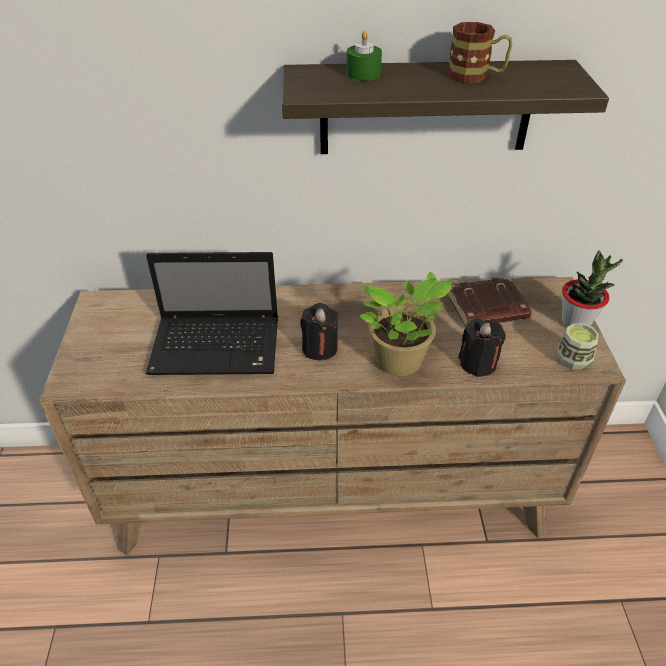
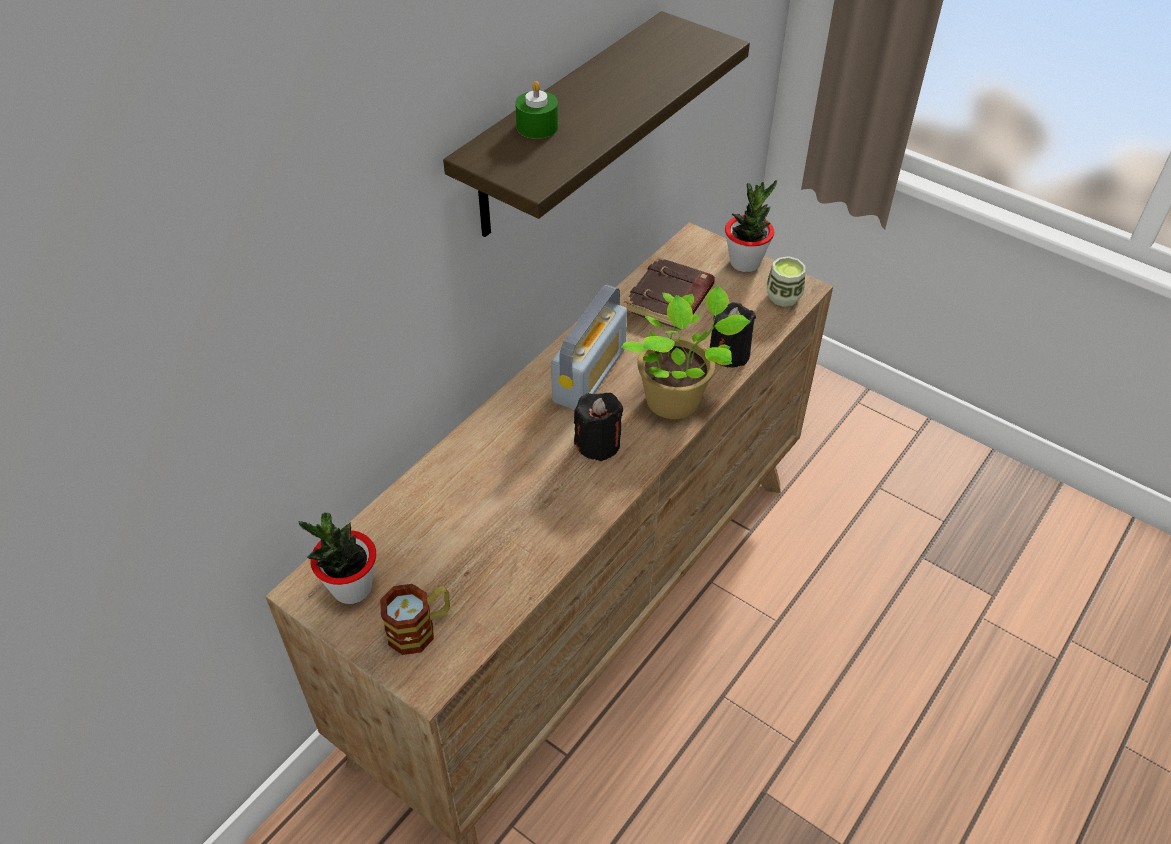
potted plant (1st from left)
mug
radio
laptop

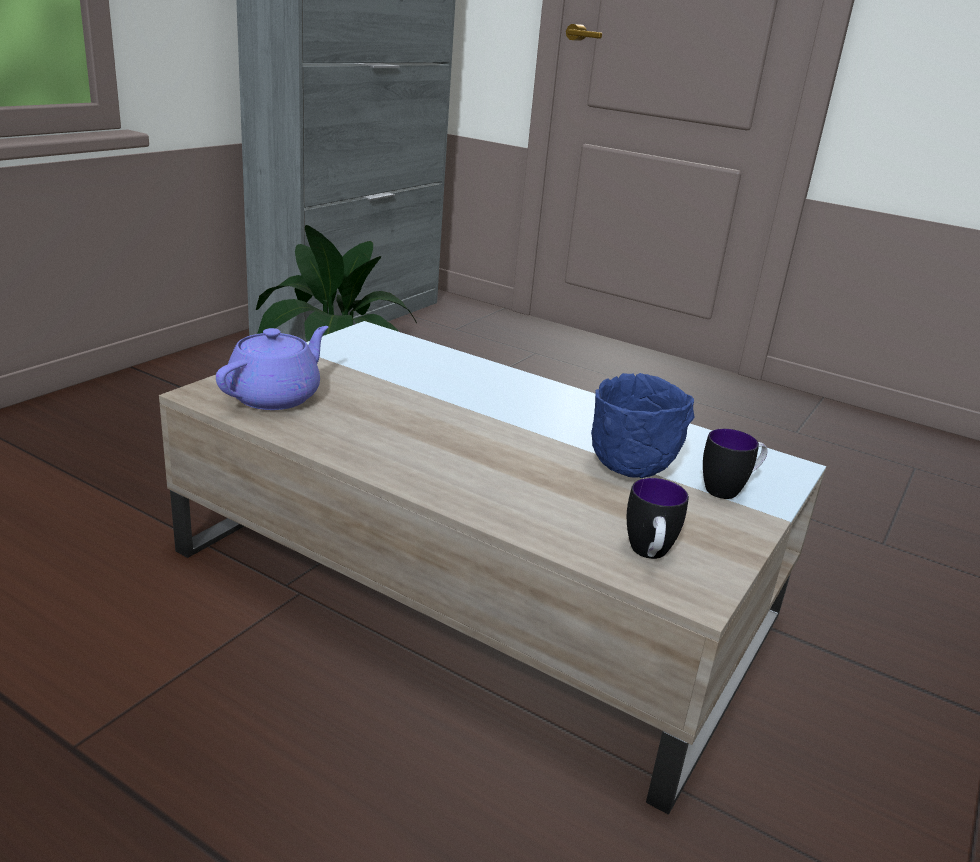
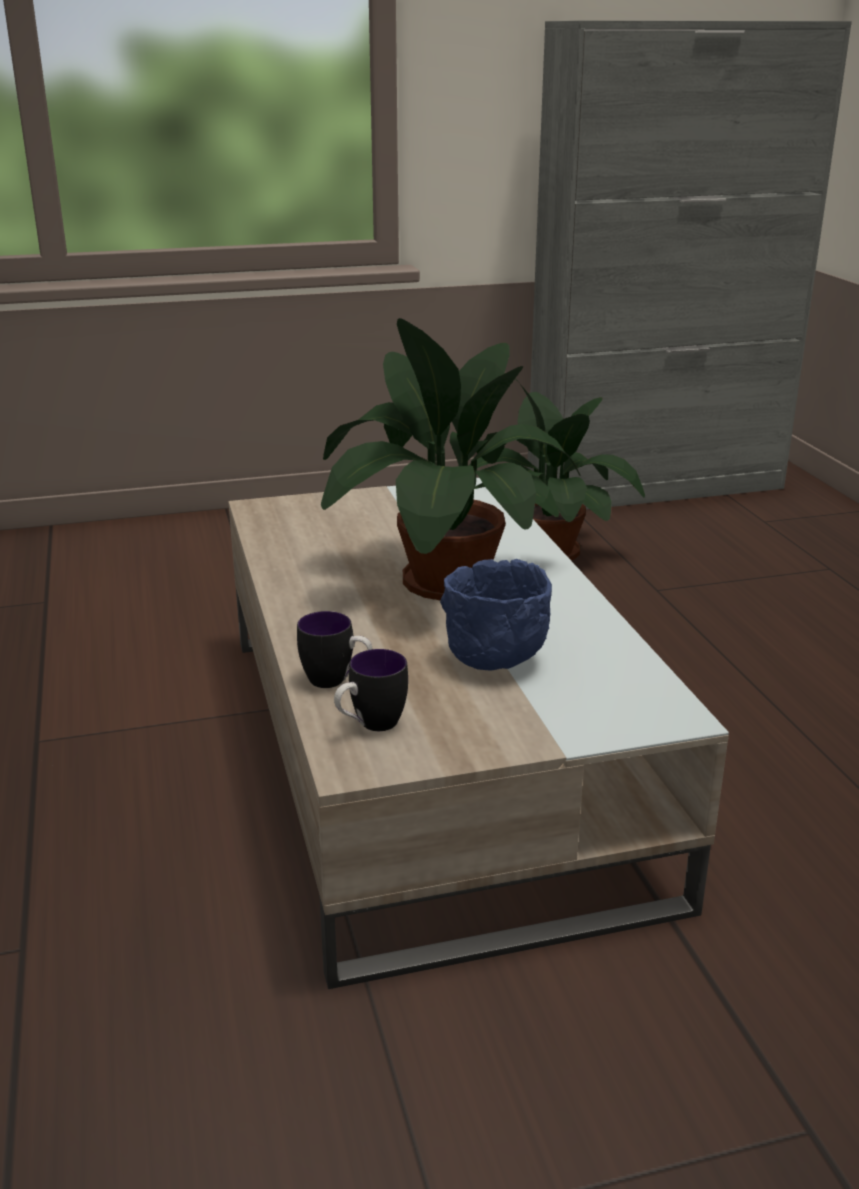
mug (1st from left)
potted plant (1st from left)
teapot (purple)

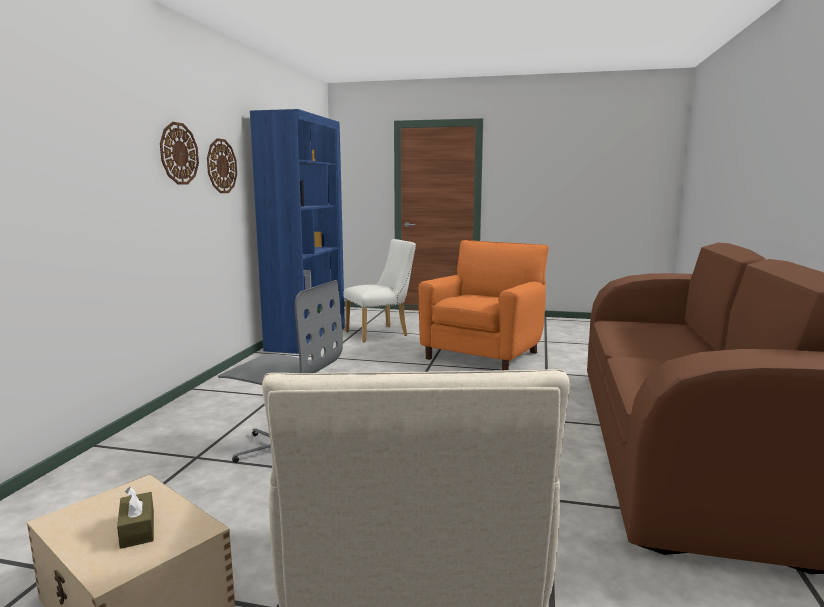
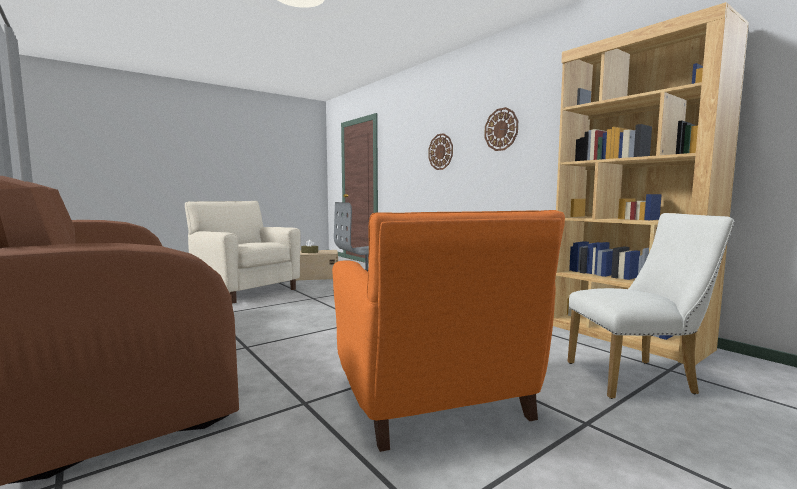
wall clock (1st from left)
bookcase (brown)
chair (white)

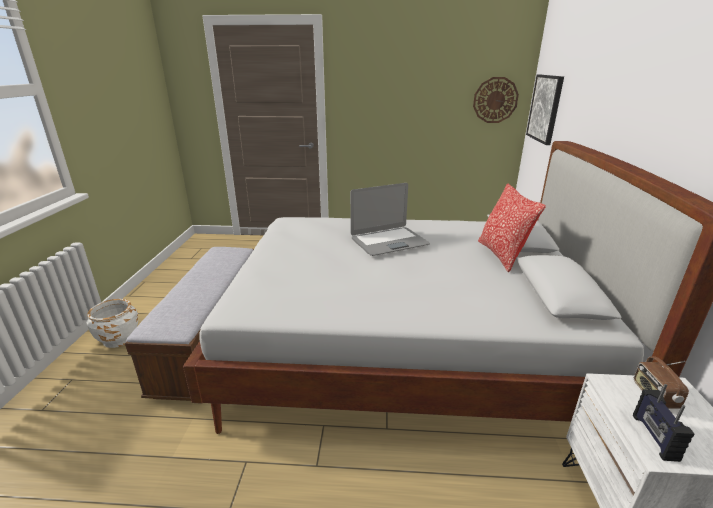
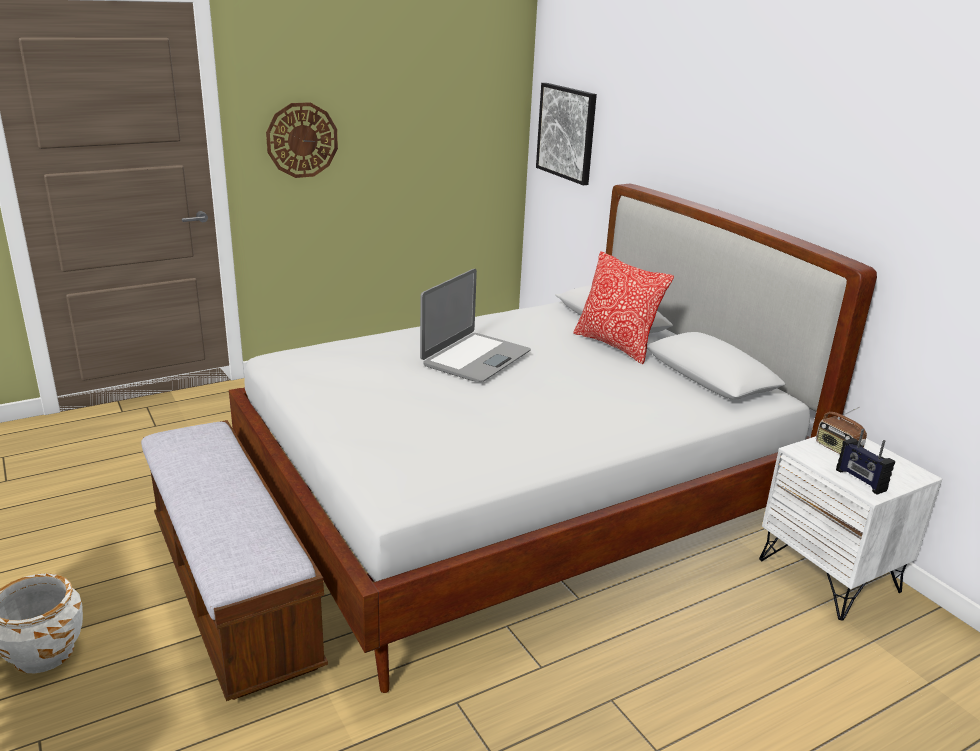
wall clock

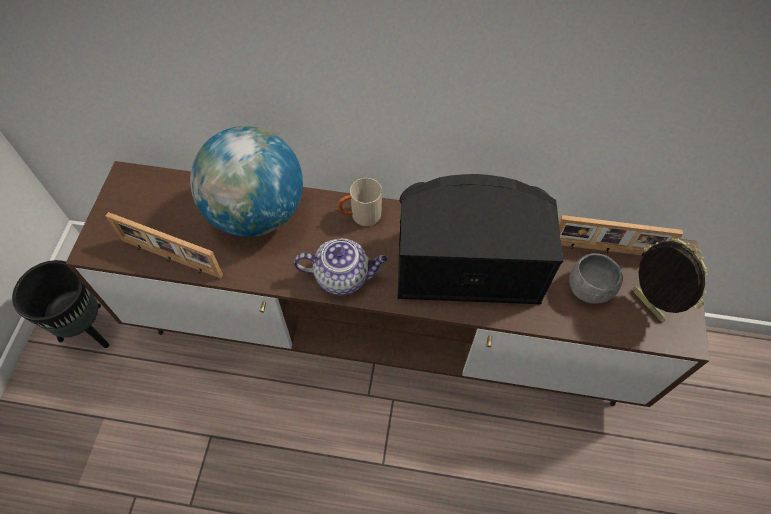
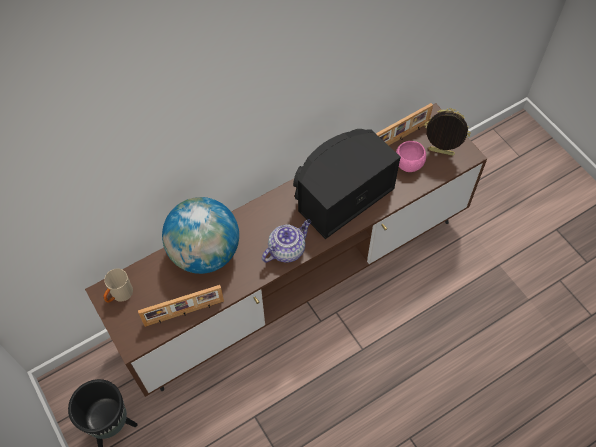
mug (beige)
bowl (pink)

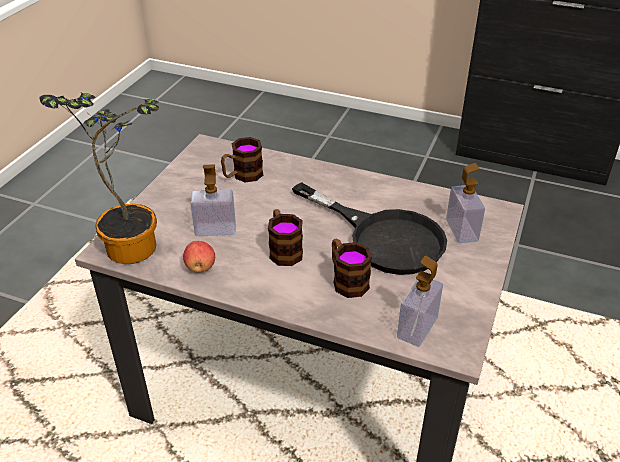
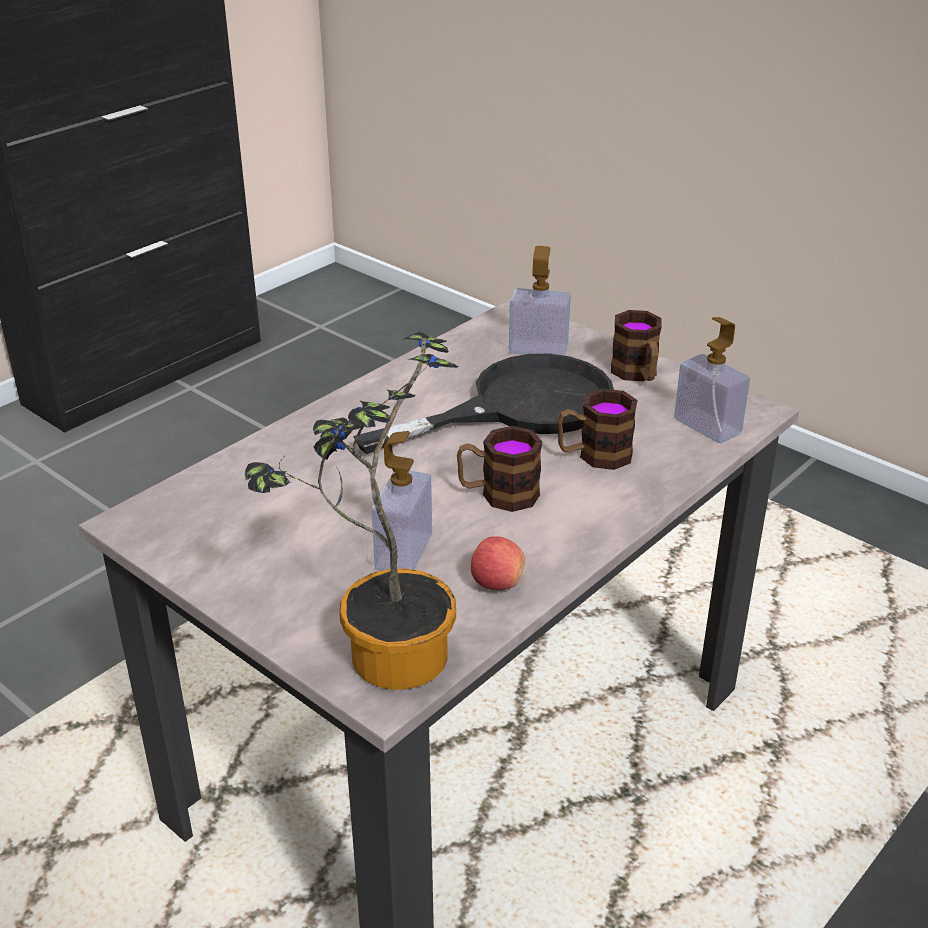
mug (3rd from left)

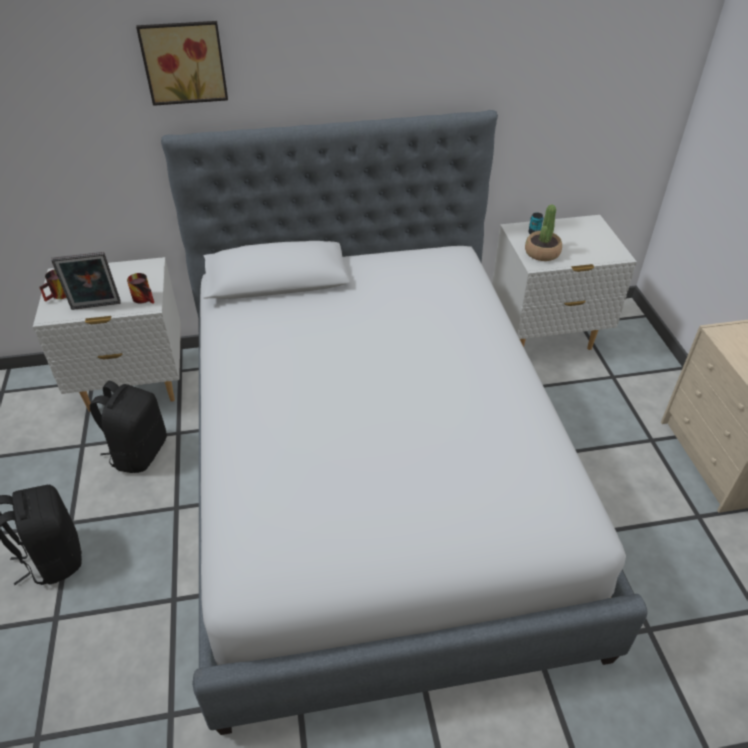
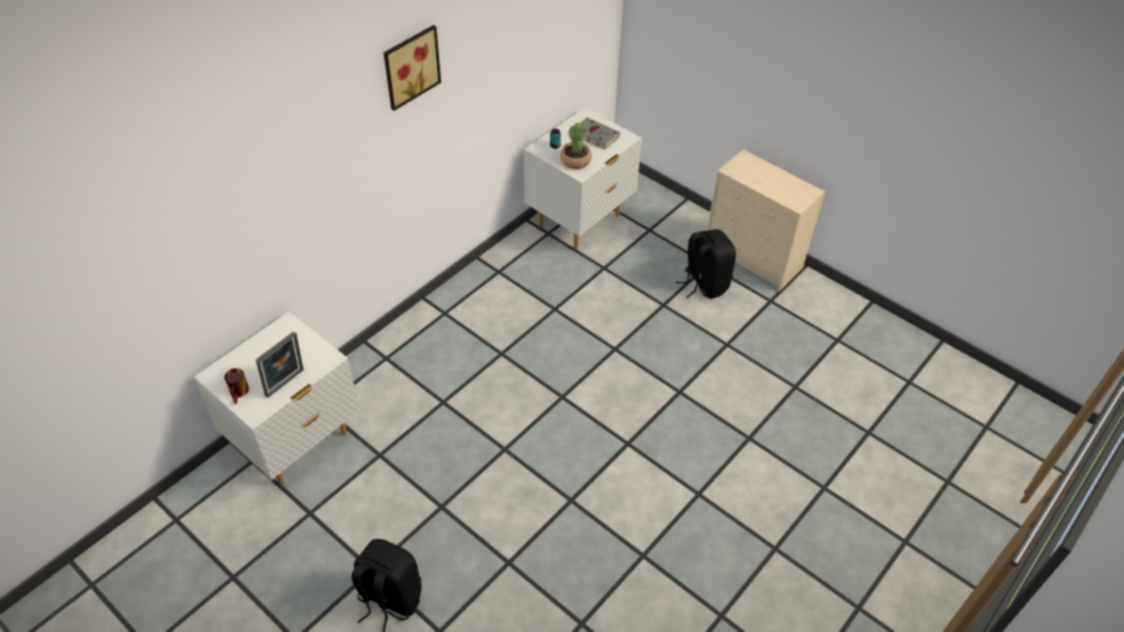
picture
book (grey)
backpack (black) (2nd from left)
mug (2nd from left in the first image)
bed

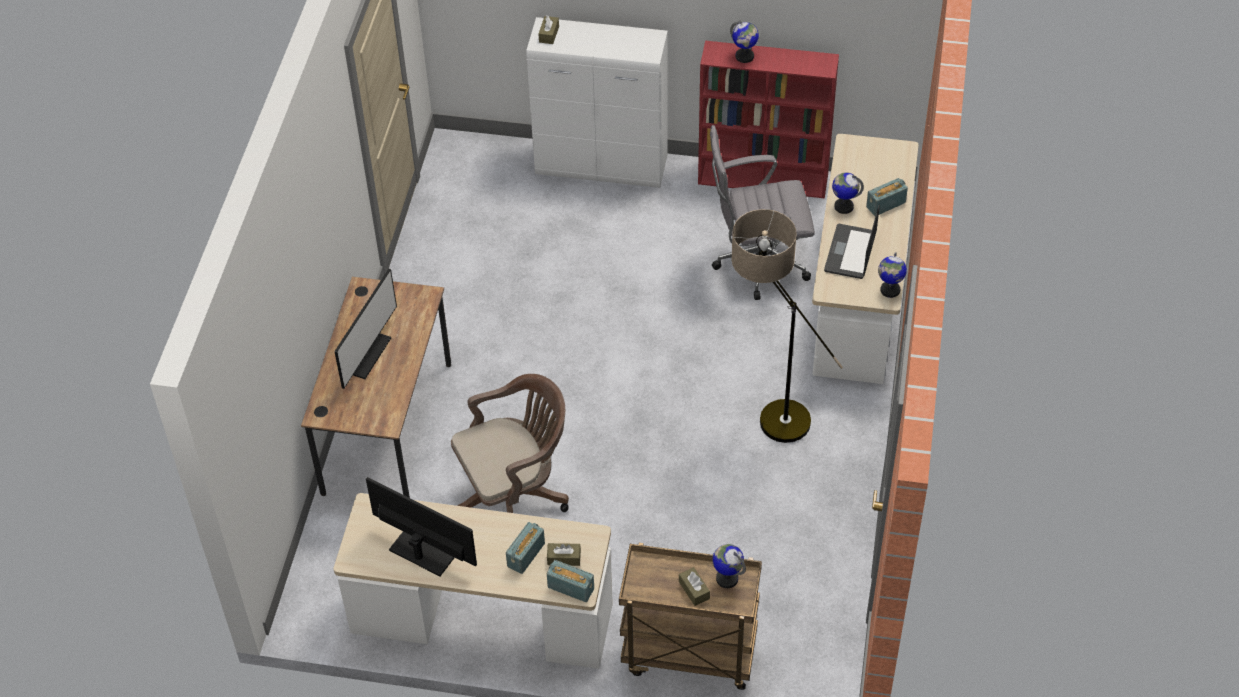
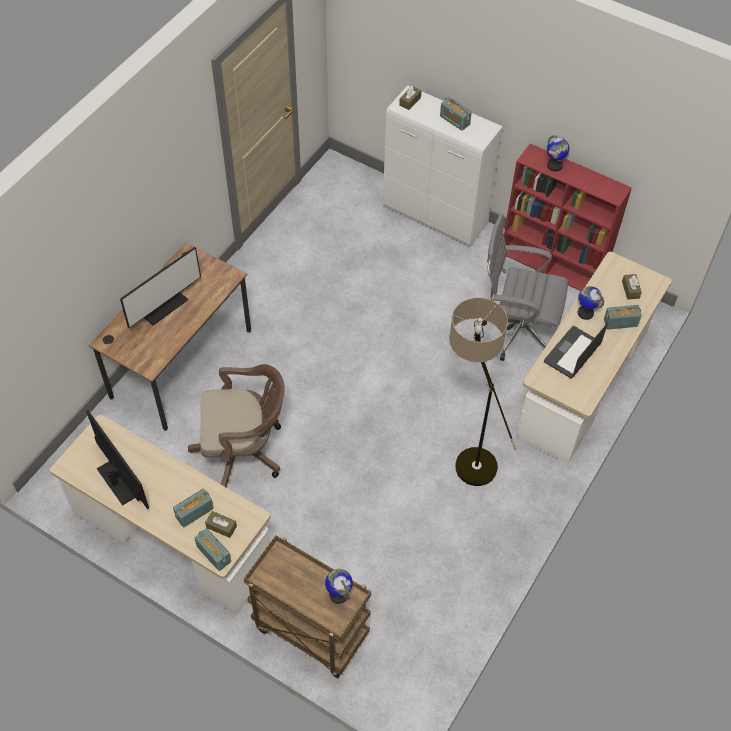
radio (3rd from left)
tissue box (brown) (3rd from left)
globe (4th from left in the first image)

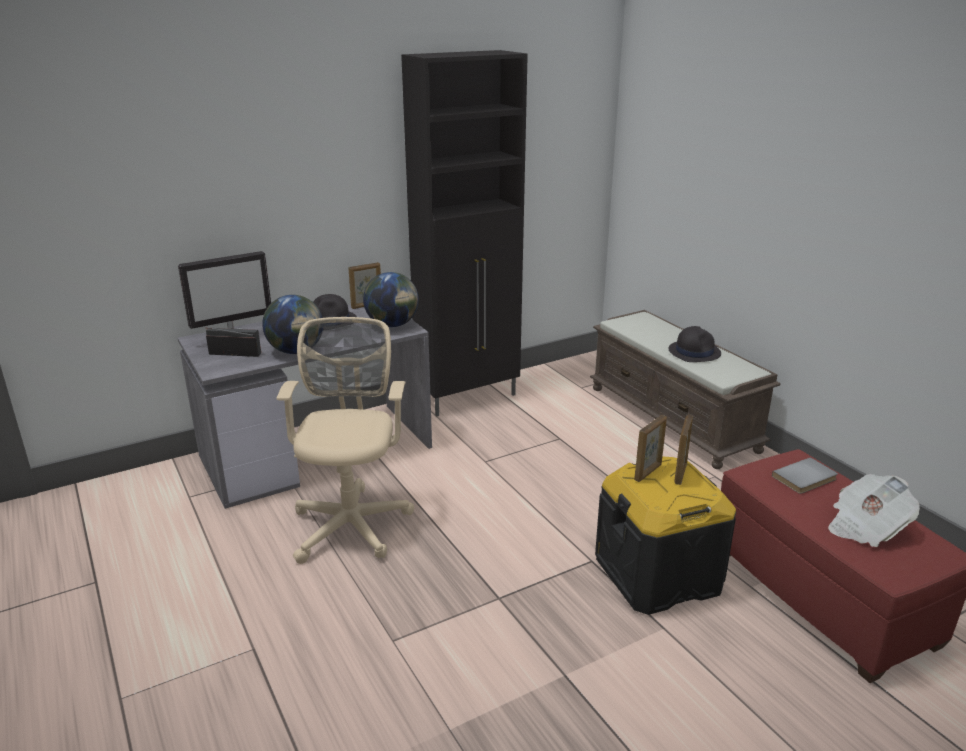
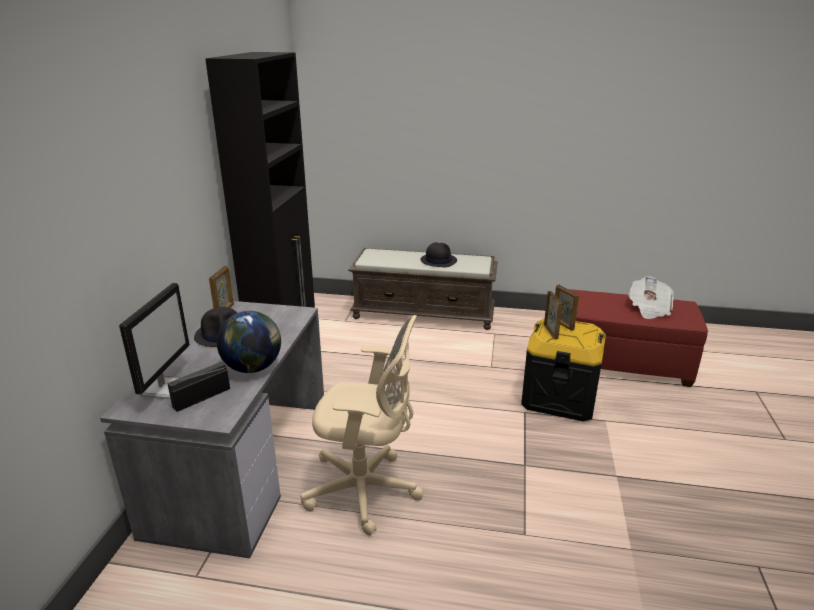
office chair (beige)
globe (2nd from left in the first image)
book (grey)

